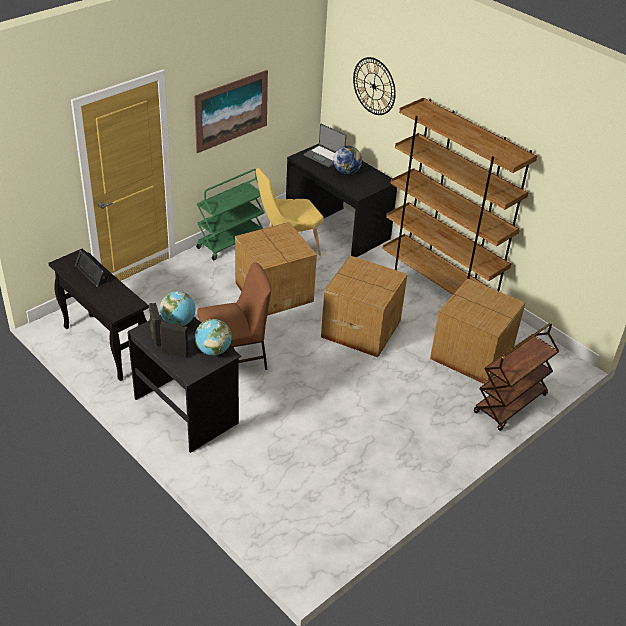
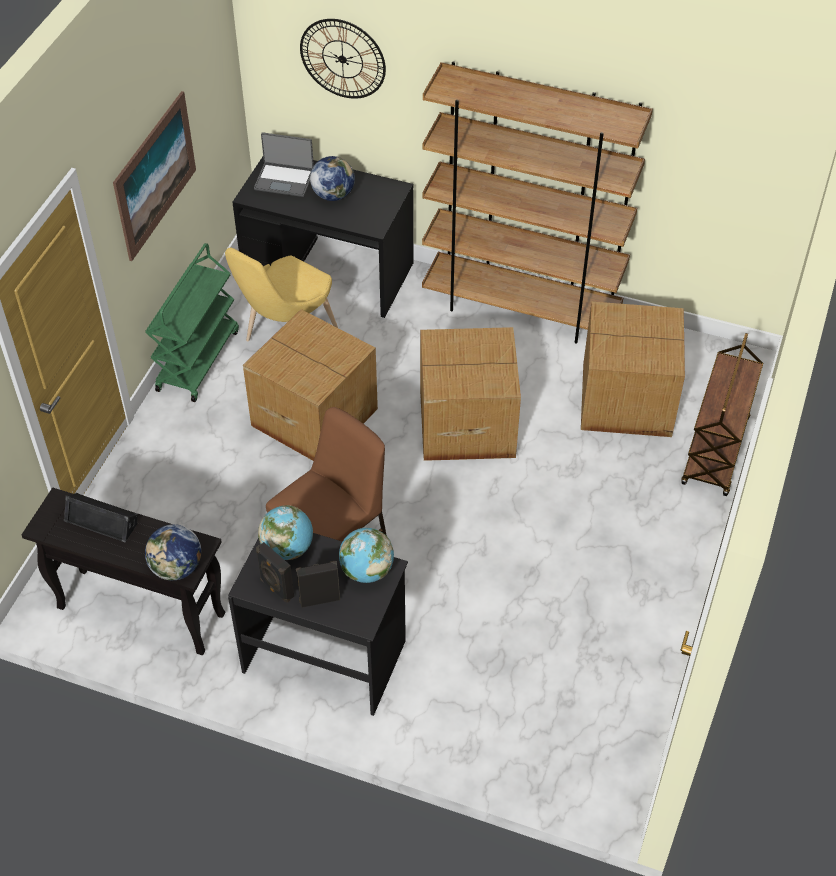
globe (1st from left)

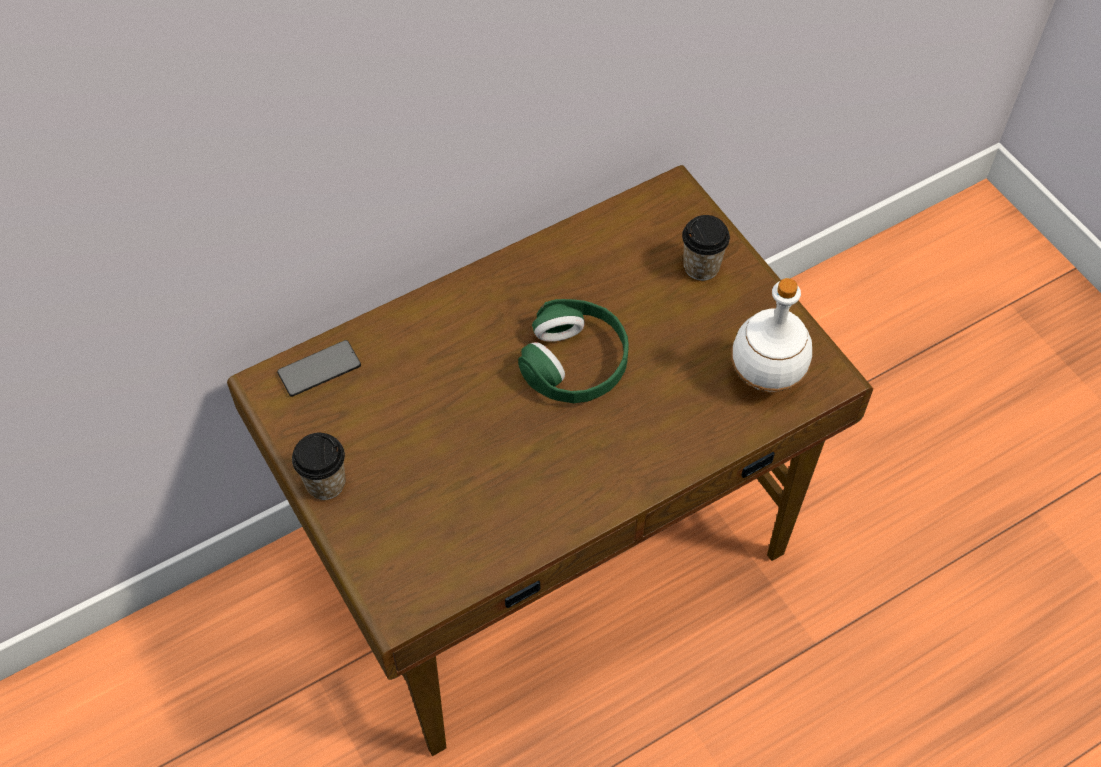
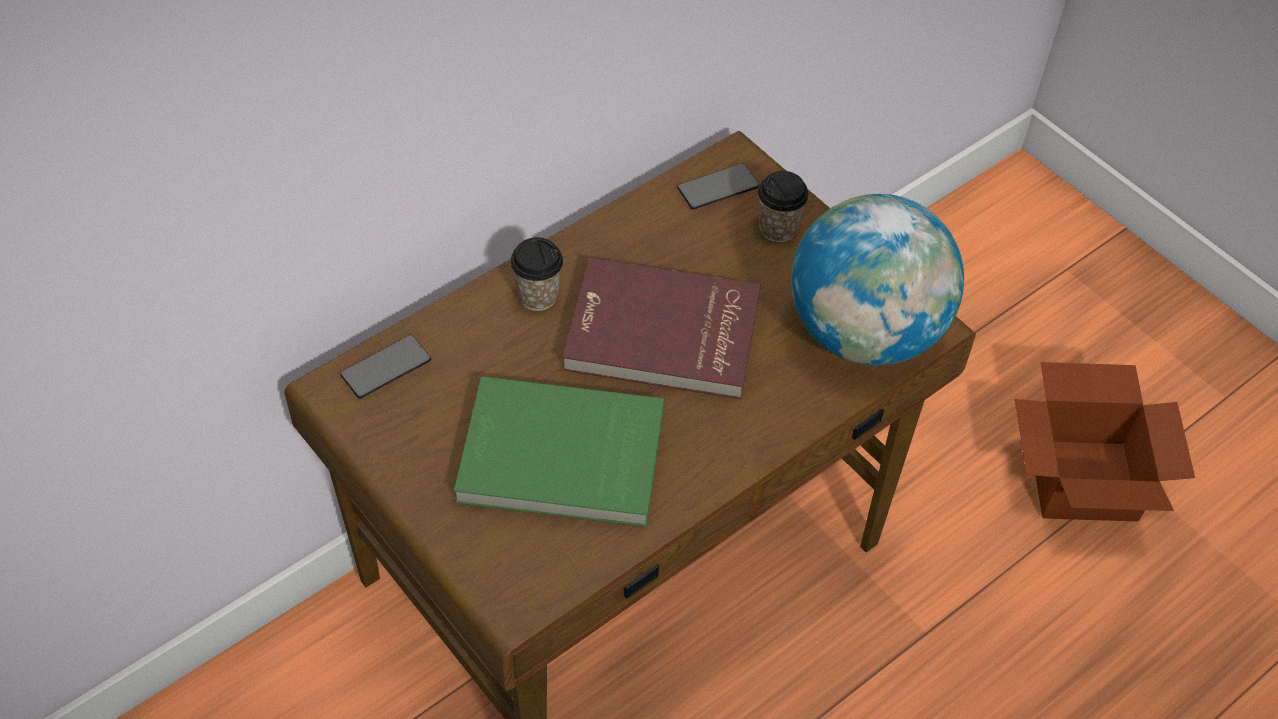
book (green)
cup (1st from left)
book (red)
phone (2nd from left)
globe
cardboard box

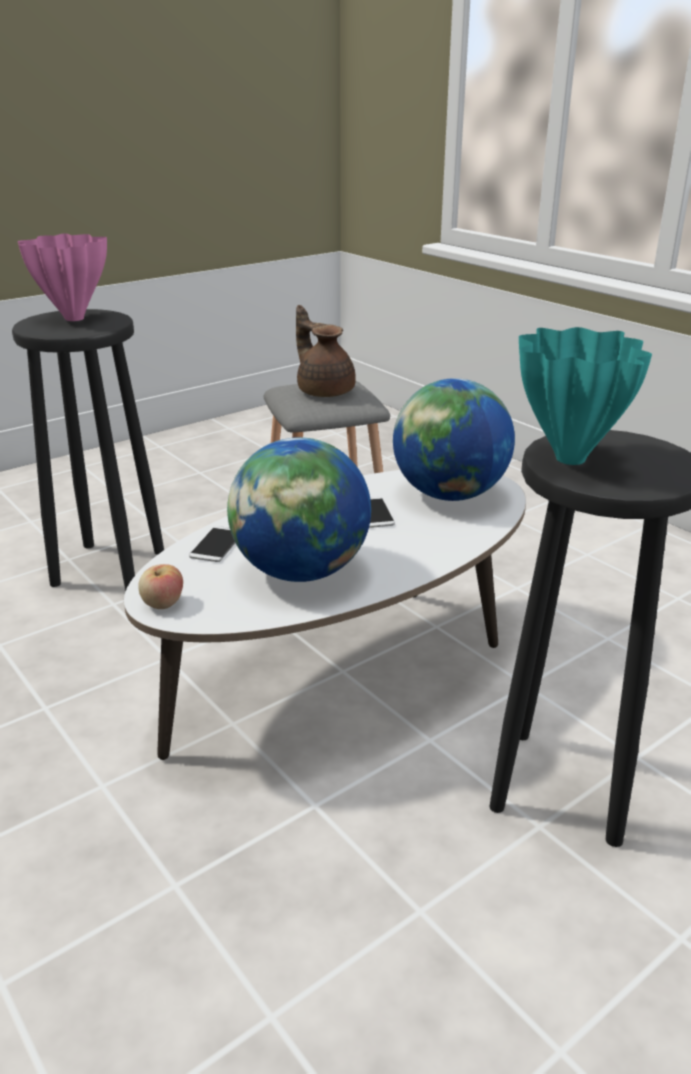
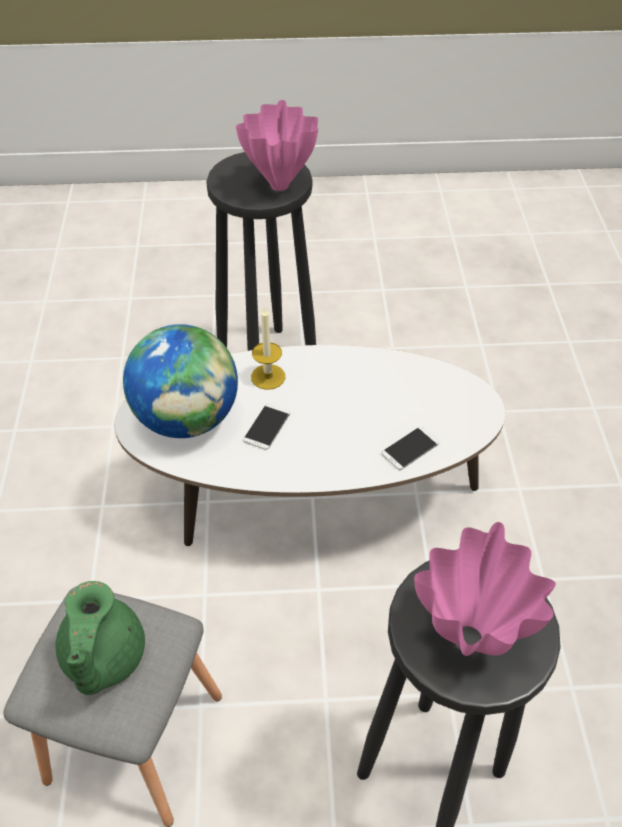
teapot (green)
vase (pink) (1st from left)
candle
apple
globe (1st from left in the first image)

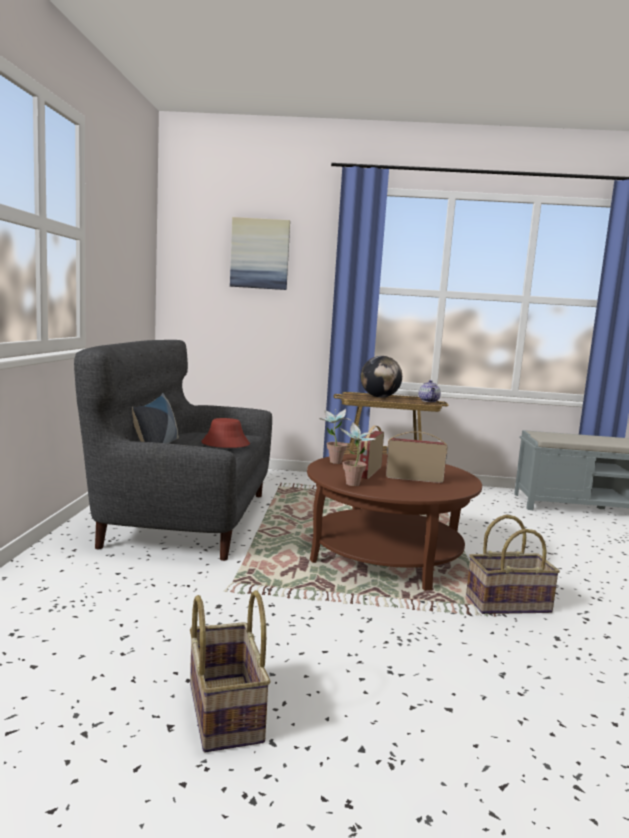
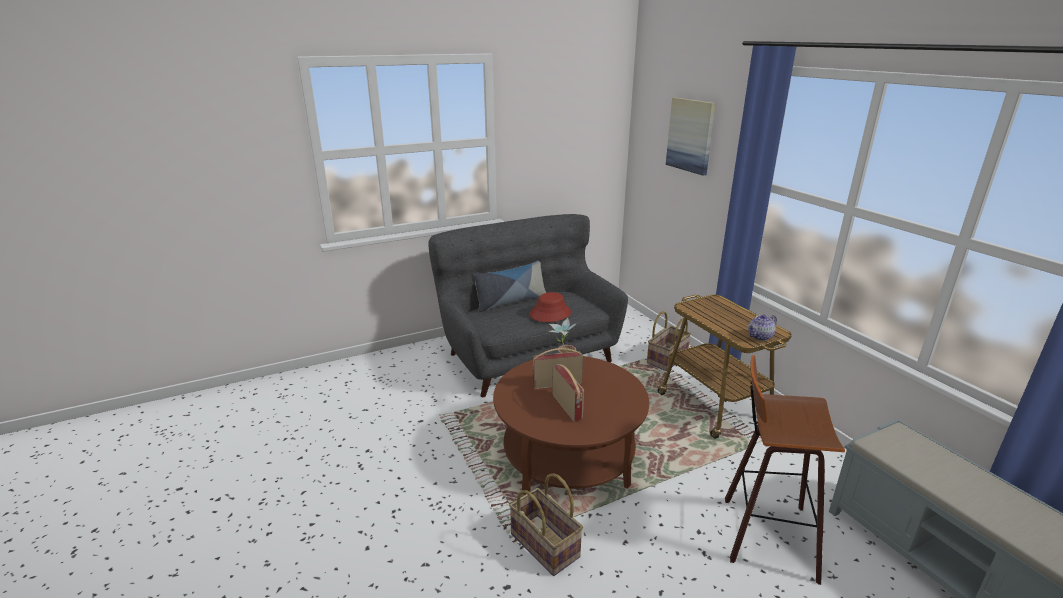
basket (2nd from left)
stool
potted plant (2nd from left in the first image)
globe

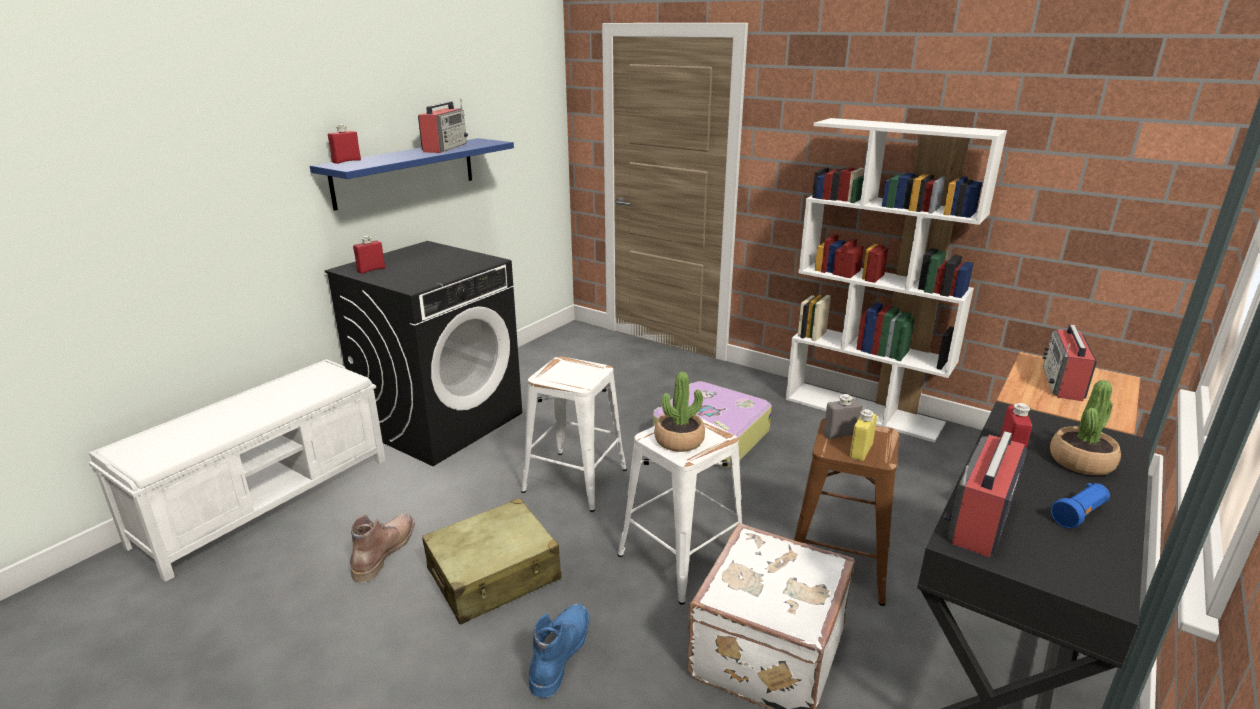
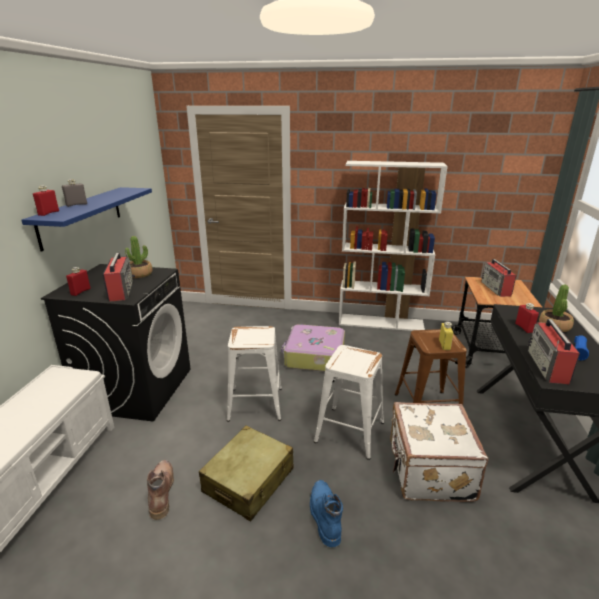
bottle (grey)
radio (1st from left)
potted plant (1st from left)

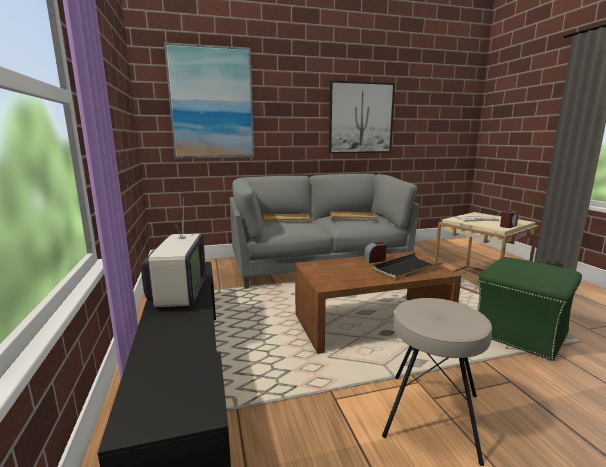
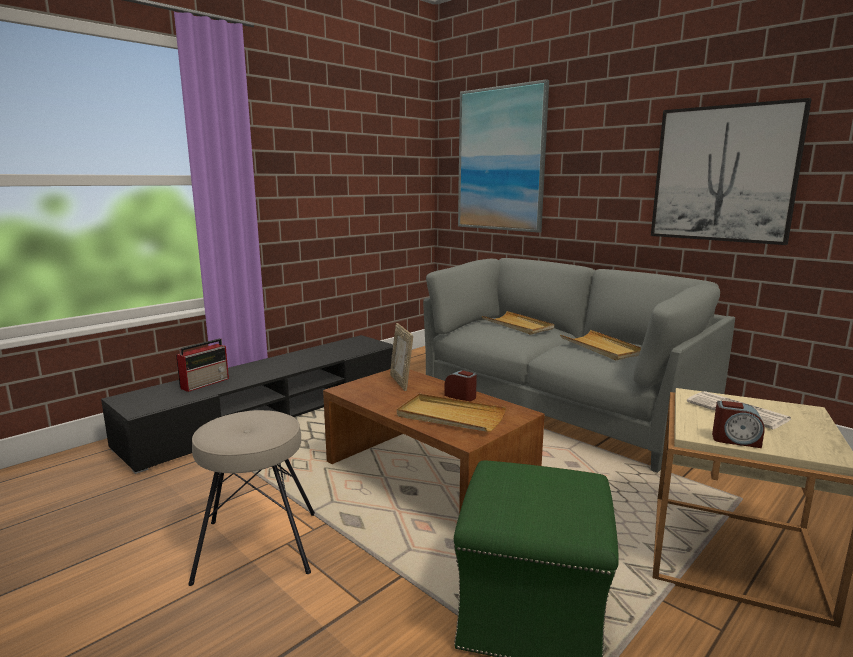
radio
picture frame
tray (beige) (1st from left)
television

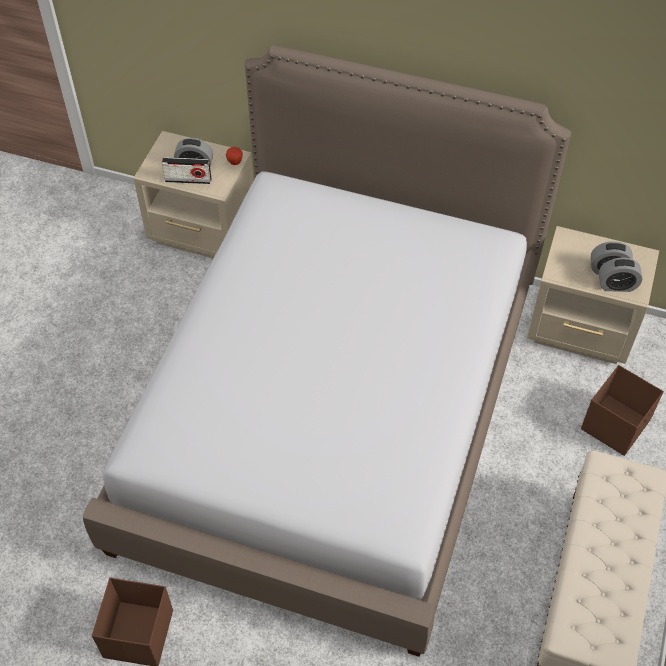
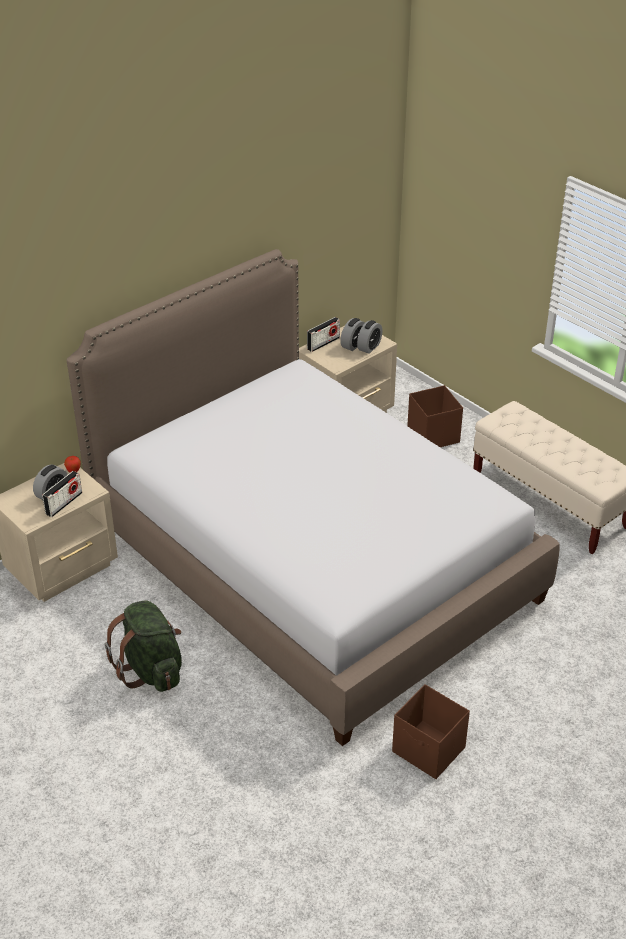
backpack (green)
radio (2nd from left)

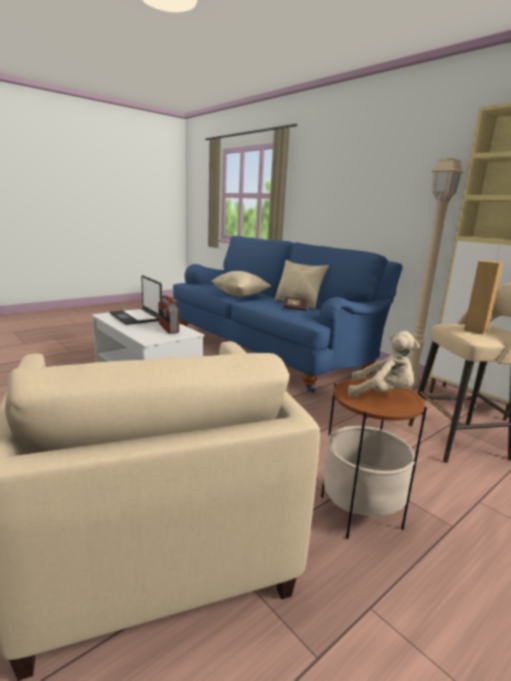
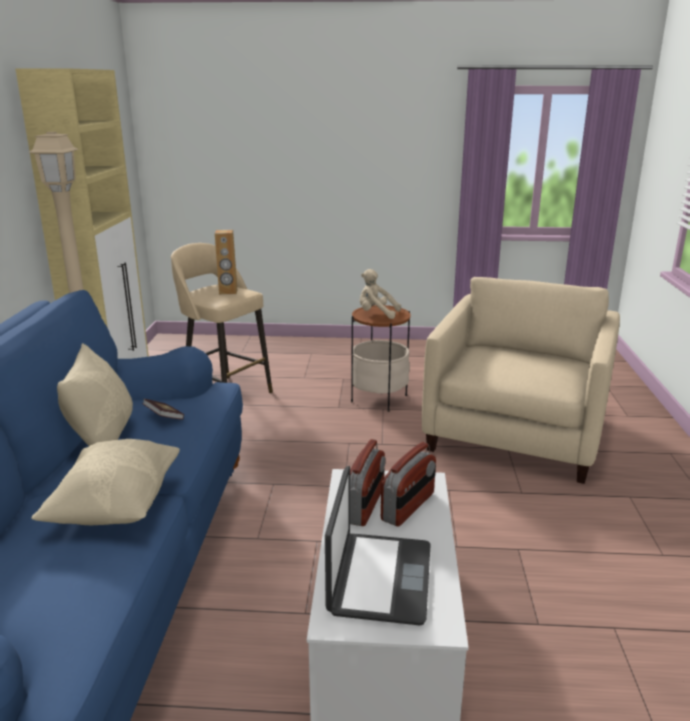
plush toy (beige)
radio (2nd from left)

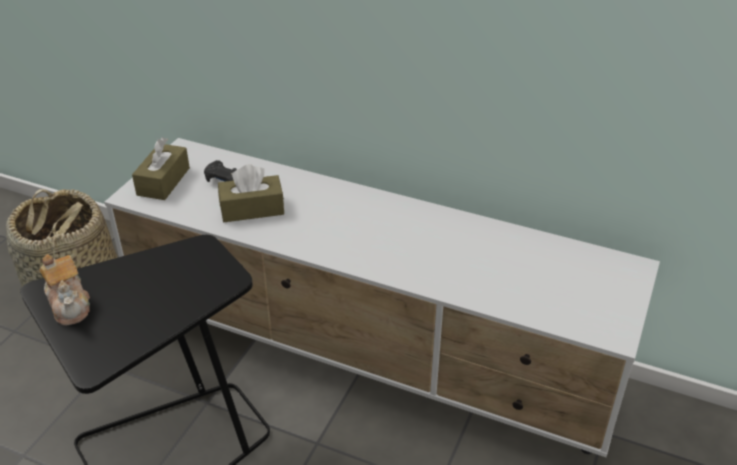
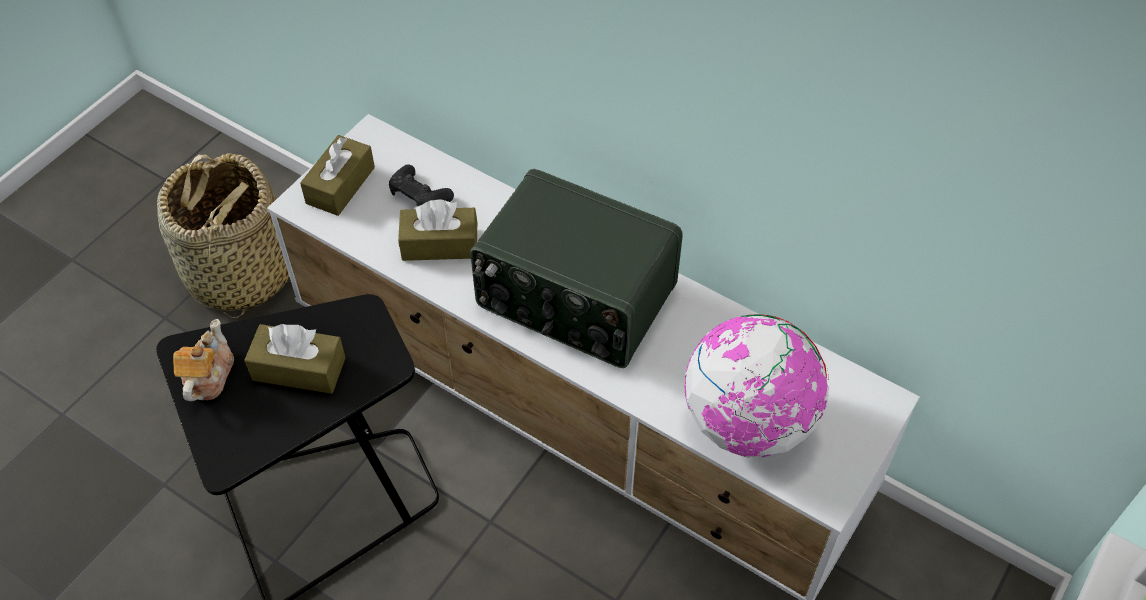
teapot
tissue box (brown) (1st from left)
radio
globe

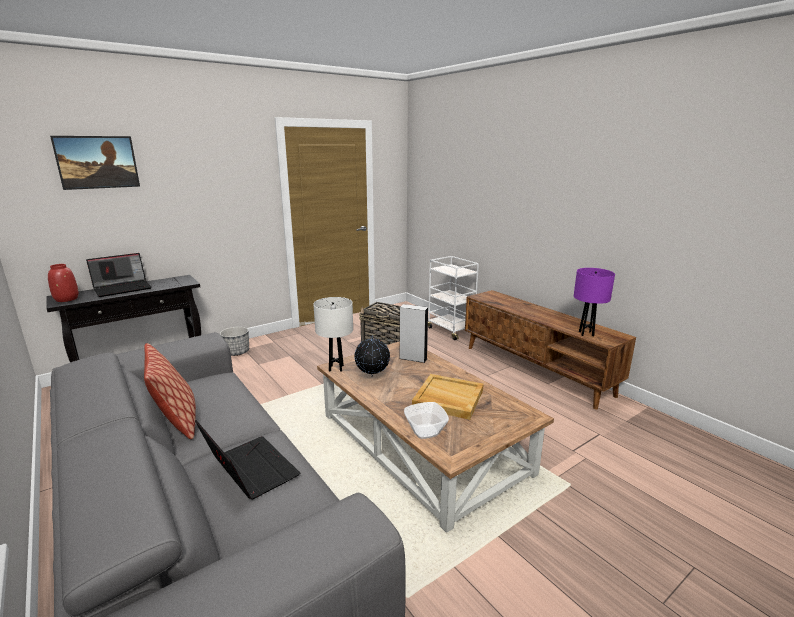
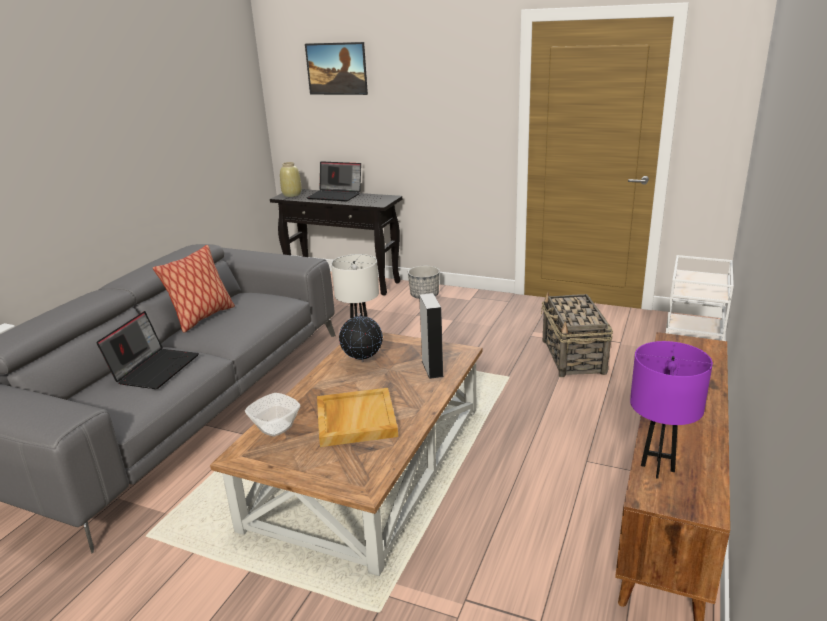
vase (beige)

